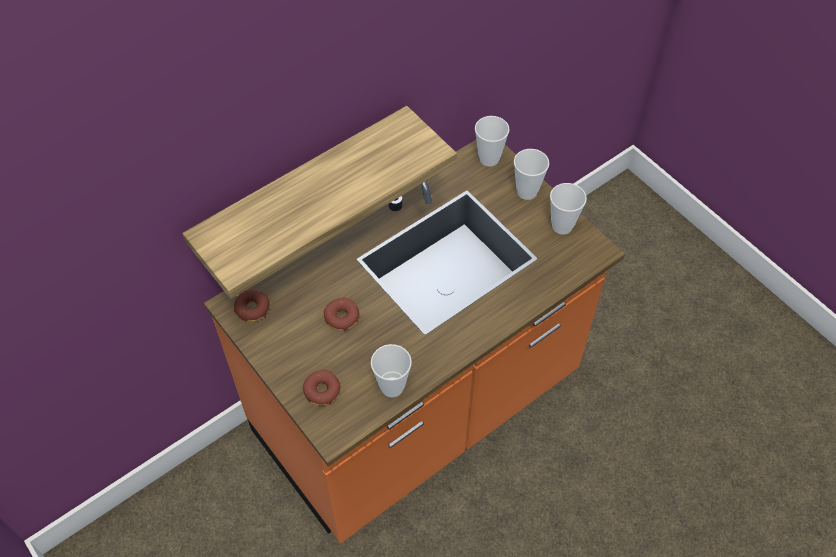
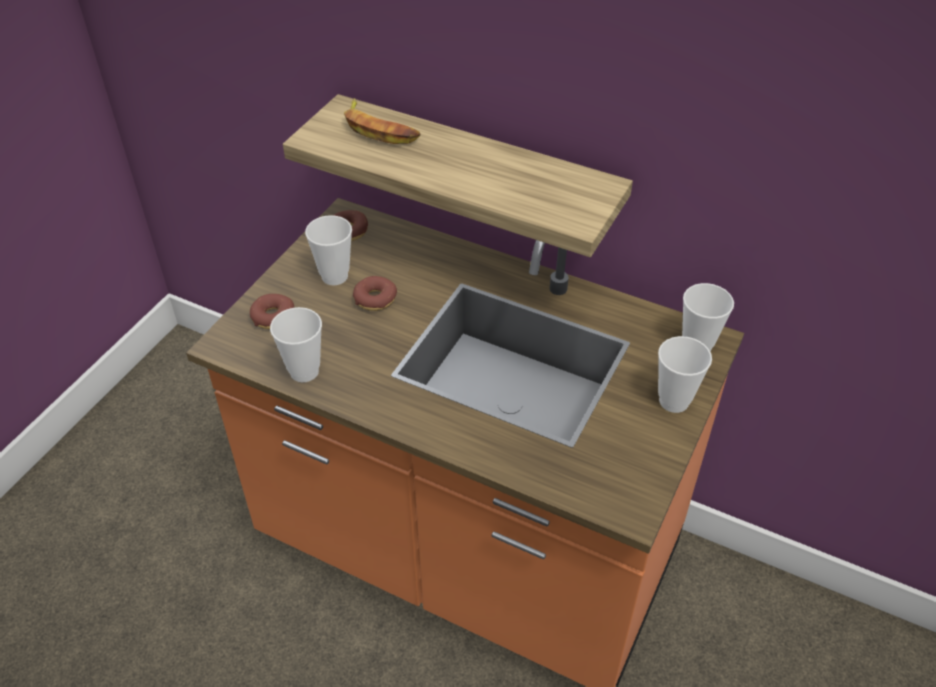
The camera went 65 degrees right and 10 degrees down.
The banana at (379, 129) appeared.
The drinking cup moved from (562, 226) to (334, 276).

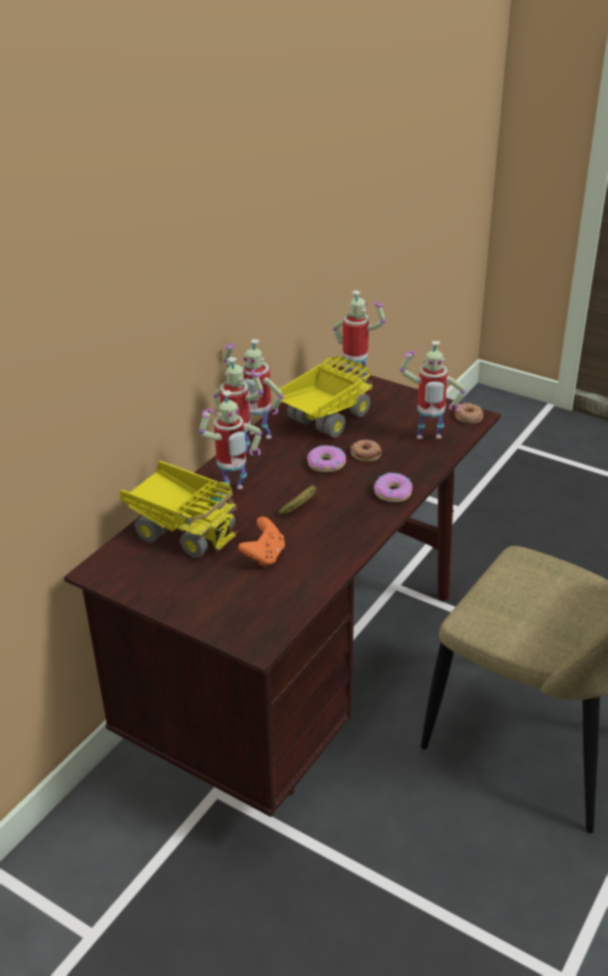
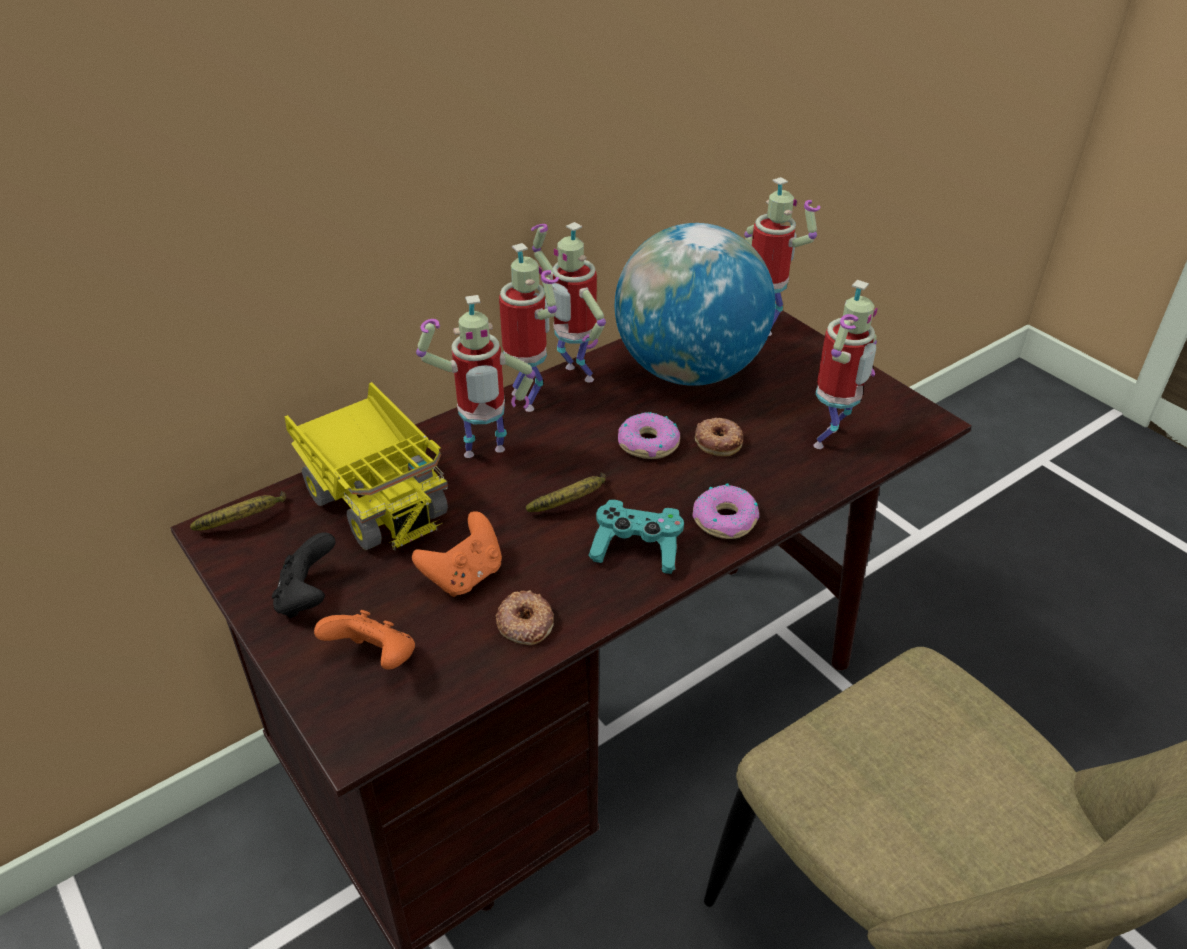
The camera went 20 degrees right and 5 degrees up.
The banana at (245, 521) appeared.
The game controller in blackish at (308, 597) appeared.
The game controller in orangey at (375, 659) appeared.
The game controller in turquoise at (637, 549) appeared.
The doughnut moved from (468, 416) to (524, 623).
The toy truck at (326, 419) was replaced by the globe at (689, 371).
The toy robot at (428, 439) turned 75 degrees counterclockwise.

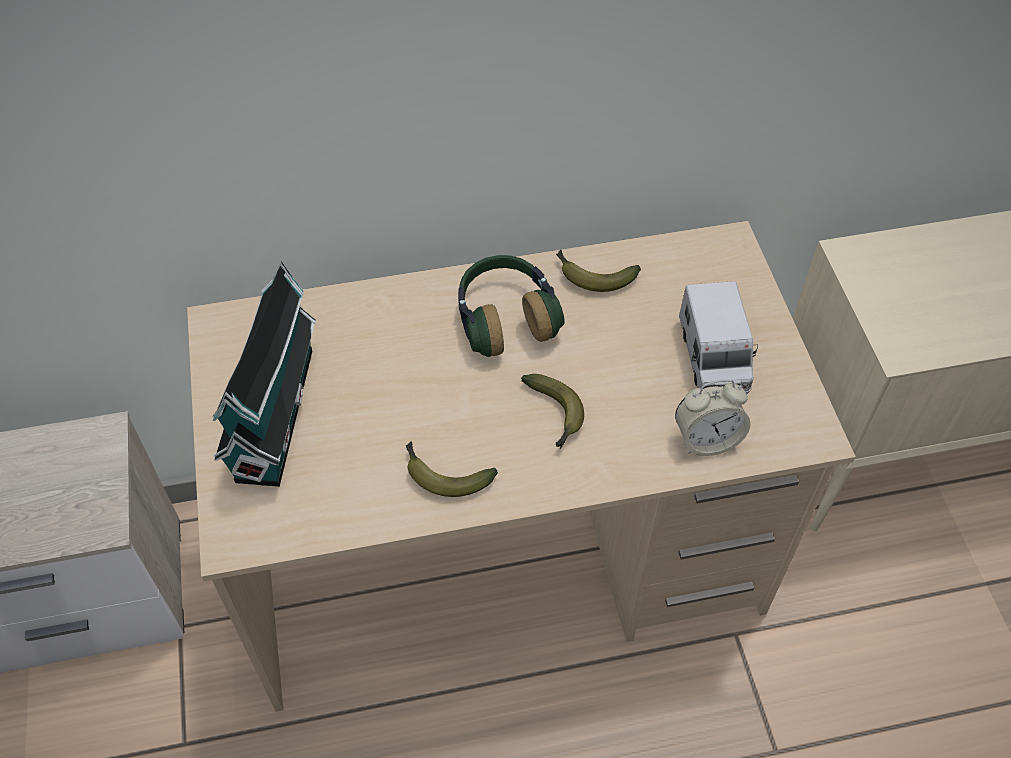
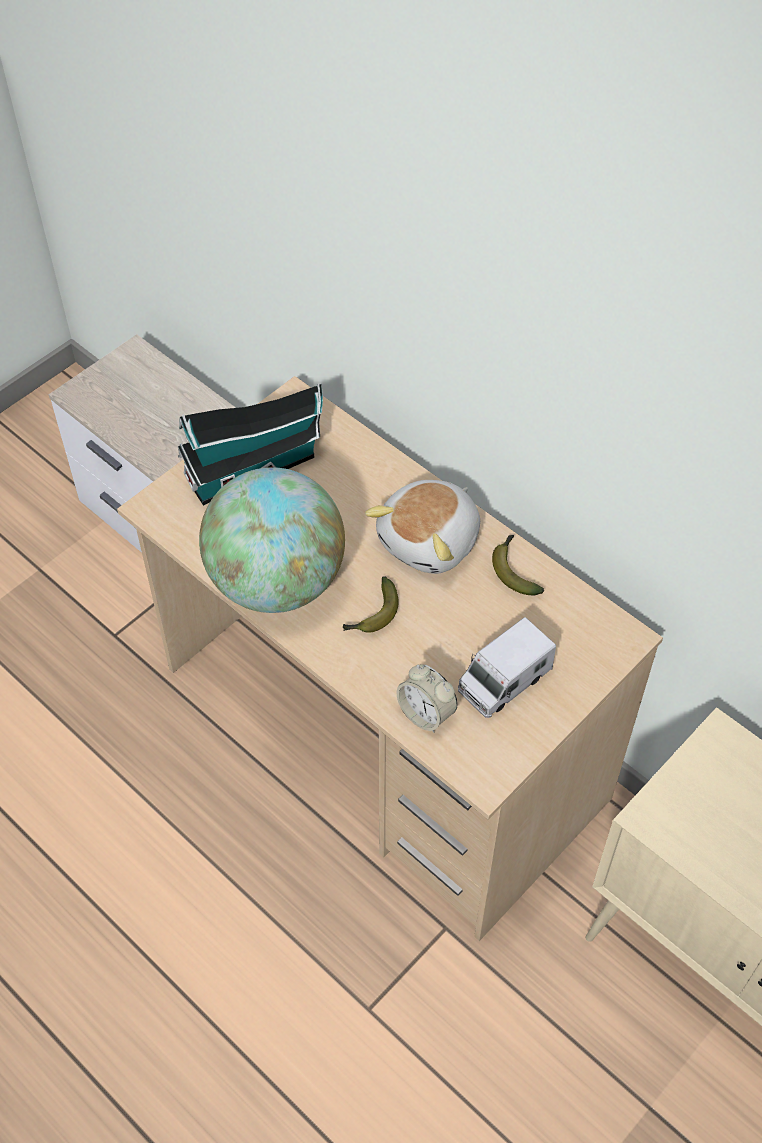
The camera went 55 degrees right and 0 degrees up.
The banana at (443, 475) was replaced by the globe at (276, 582).
The pair of headphones at (505, 318) was replaced by the plush toy at (431, 541).

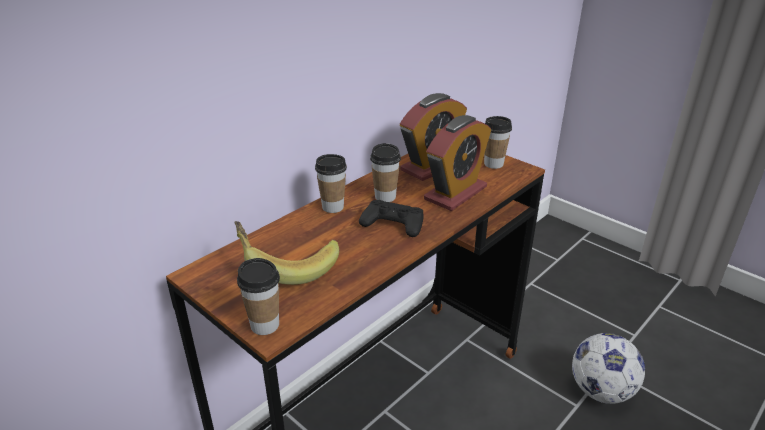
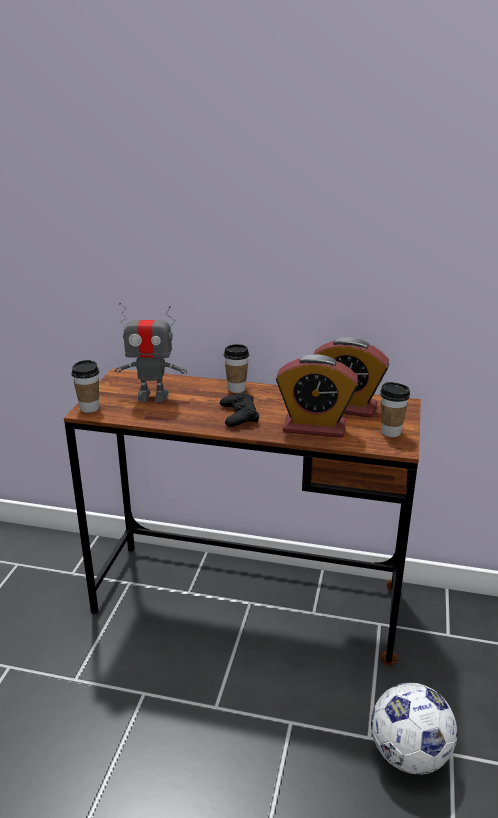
The camera went 60 degrees right and 5 degrees down.
The drinking cup at (385, 197) disappeared.
The banana at (287, 265) was replaced by the toy robot at (152, 396).

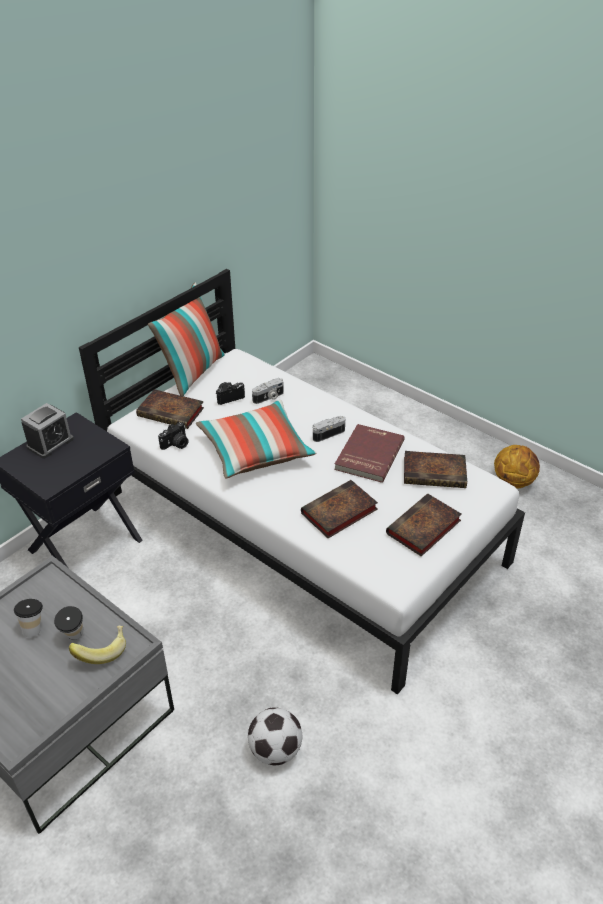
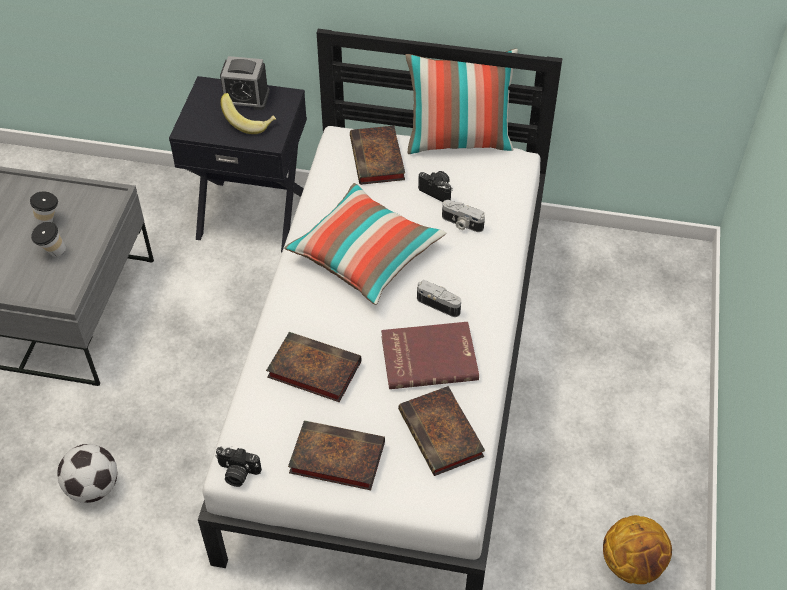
The camera went 60 degrees right and 10 degrees up.
The banana moved from (102, 651) to (249, 122).
The photo camera moved from (176, 444) to (237, 473).

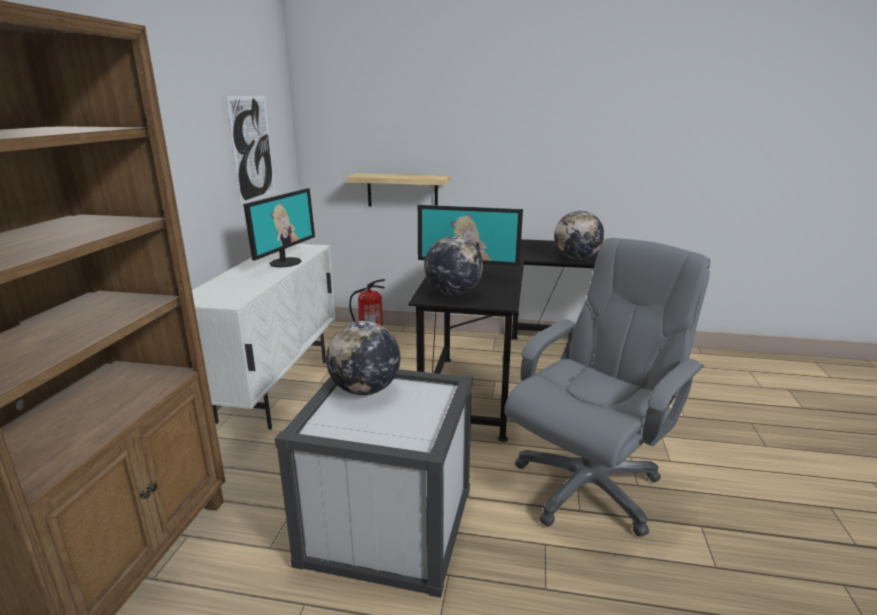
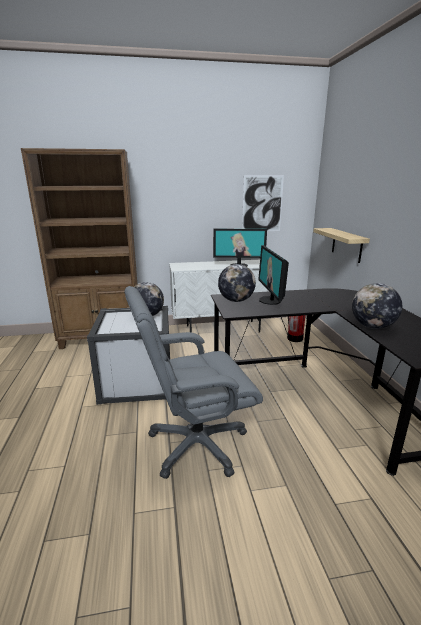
The camera went 70 degrees right and 0 degrees up.
The computer chair in greyish at (588, 485) turned 135 degrees clockwise.

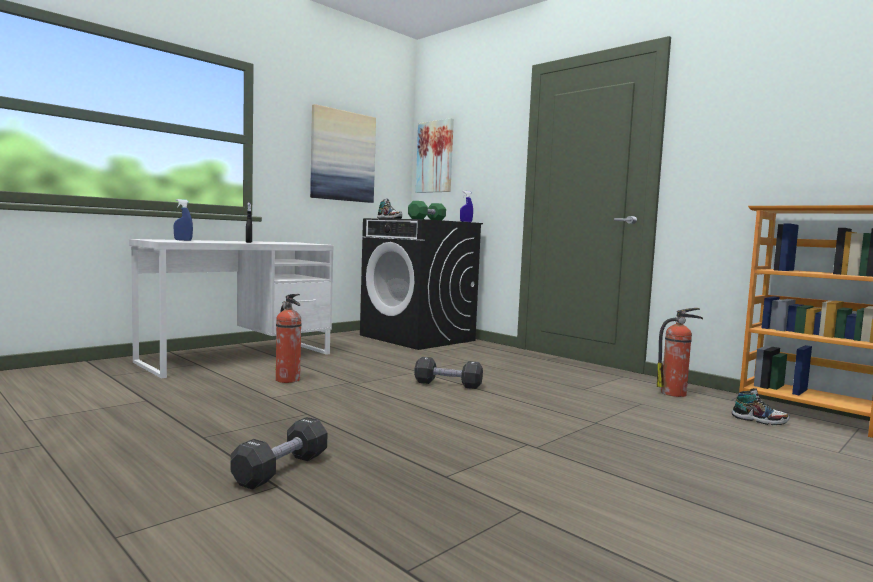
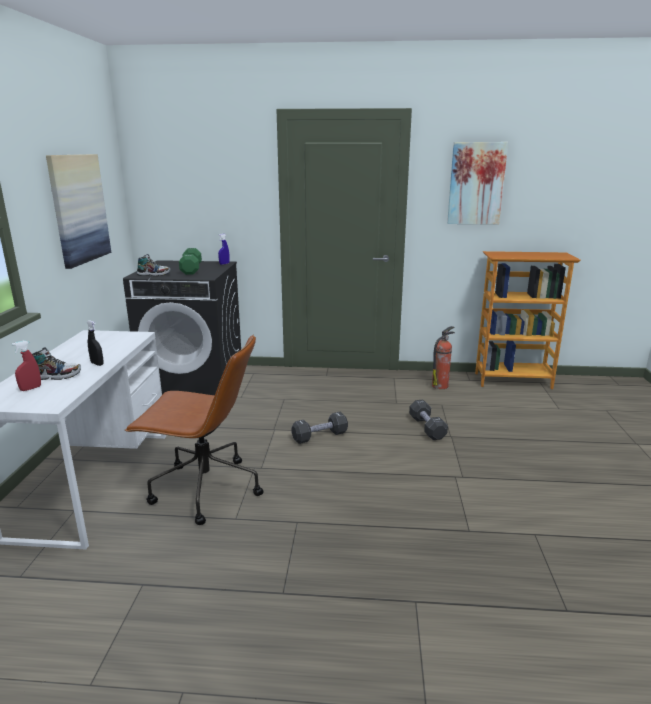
The camera went 40 degrees left and 15 degrees up.
The dumbbell in blackish moved from (281, 469) to (427, 428).
The wall picture moved from (435, 157) to (476, 183).
The shoe moved from (759, 420) to (56, 376).
The fire extinguisher at (288, 380) was replaced by the computer chair in brown-coloured at (204, 489).
The sprayer in blue at (183, 240) became the sprayer in red at (30, 388).

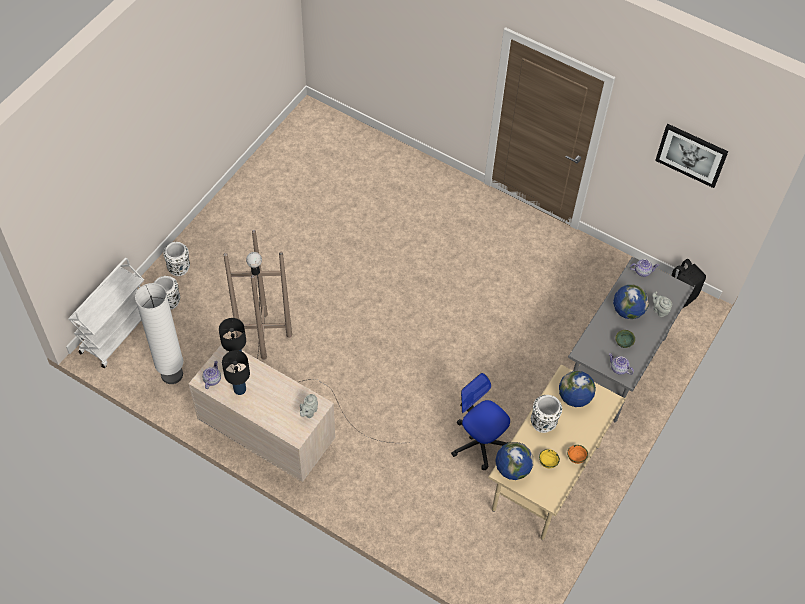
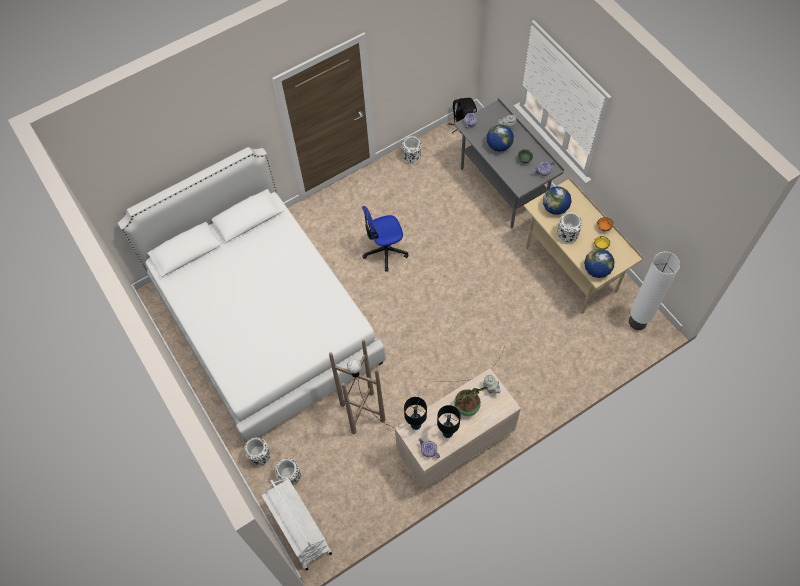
The camera went 60 degrees left and 5 degrees up.
The wall picture at (691, 155) disappeared.
The bed in whitish at (265, 322) appeared.
The vase in whitish at (412, 157) appeared.
The houseplant at (467, 407) appeared.
The floor lamp in whitish moved from (172, 375) to (637, 322).
The computer chair moved from (479, 442) to (385, 251).

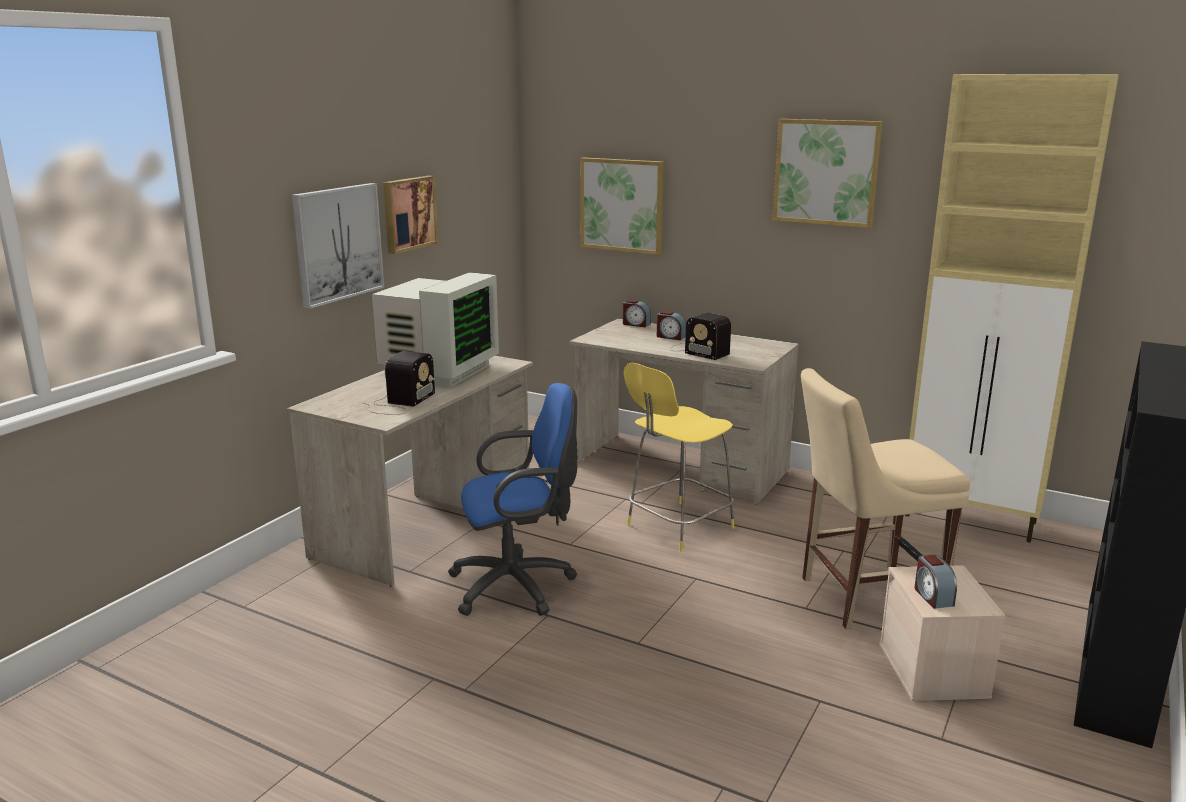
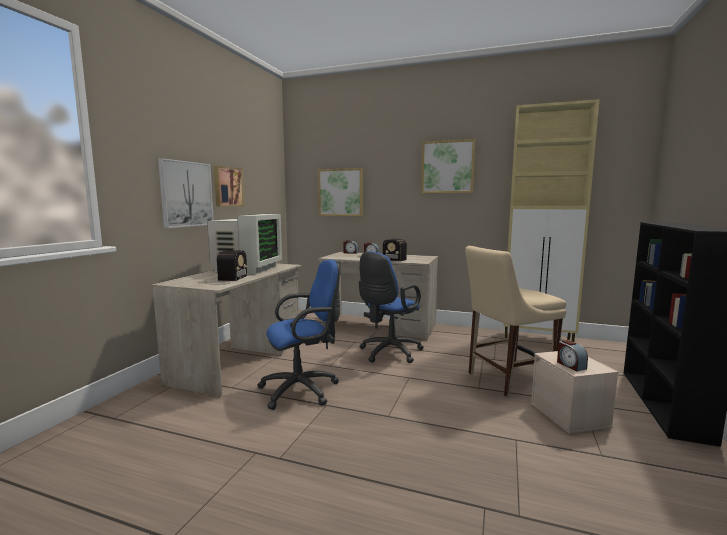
The camera went 10 degrees left and 10 degrees down.
The stool seat in yellow-coloured at (677, 527) was replaced by the computer chair in blue at (388, 353).

